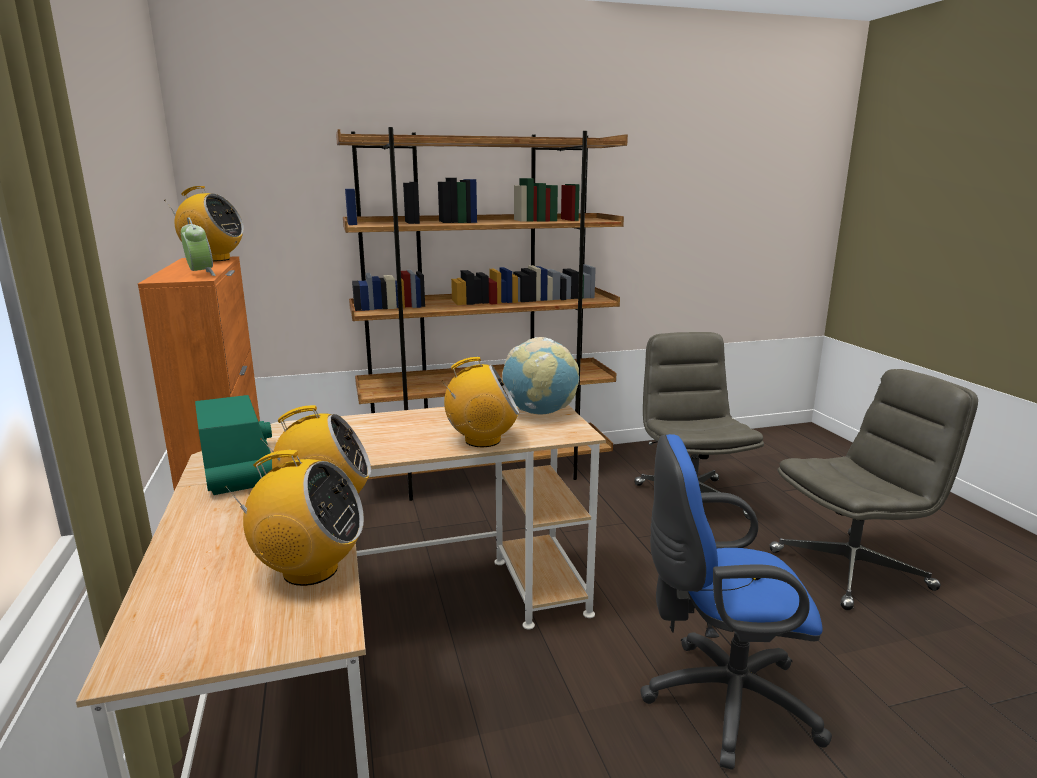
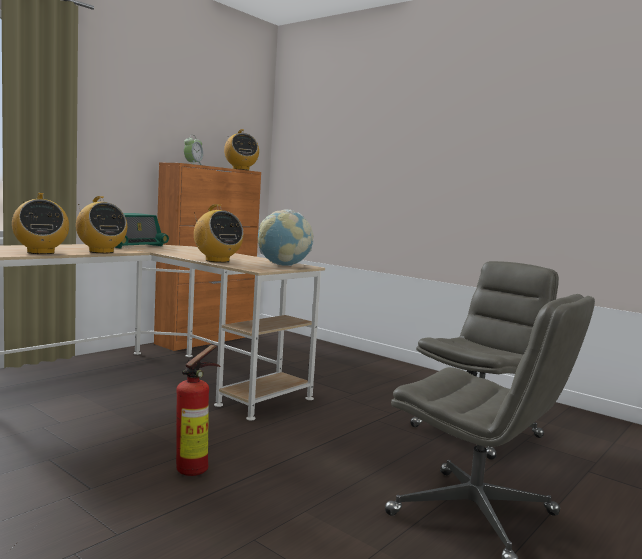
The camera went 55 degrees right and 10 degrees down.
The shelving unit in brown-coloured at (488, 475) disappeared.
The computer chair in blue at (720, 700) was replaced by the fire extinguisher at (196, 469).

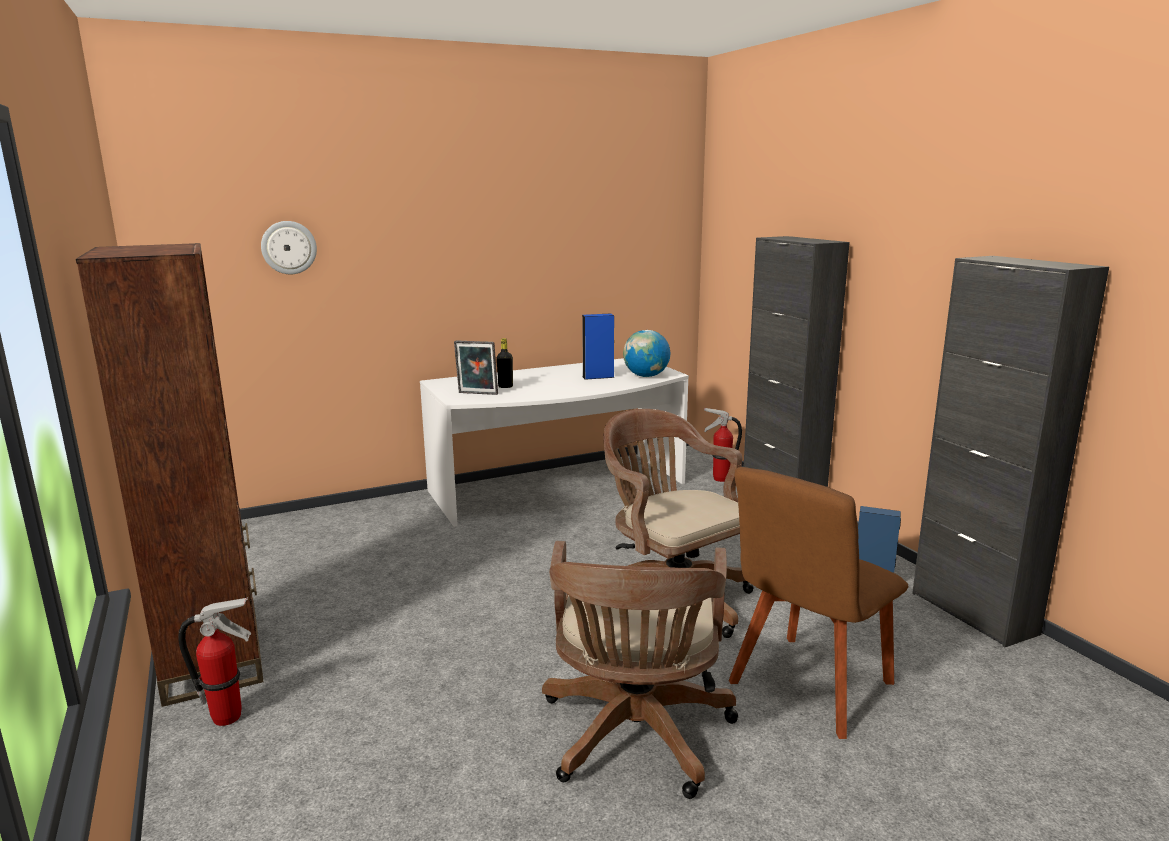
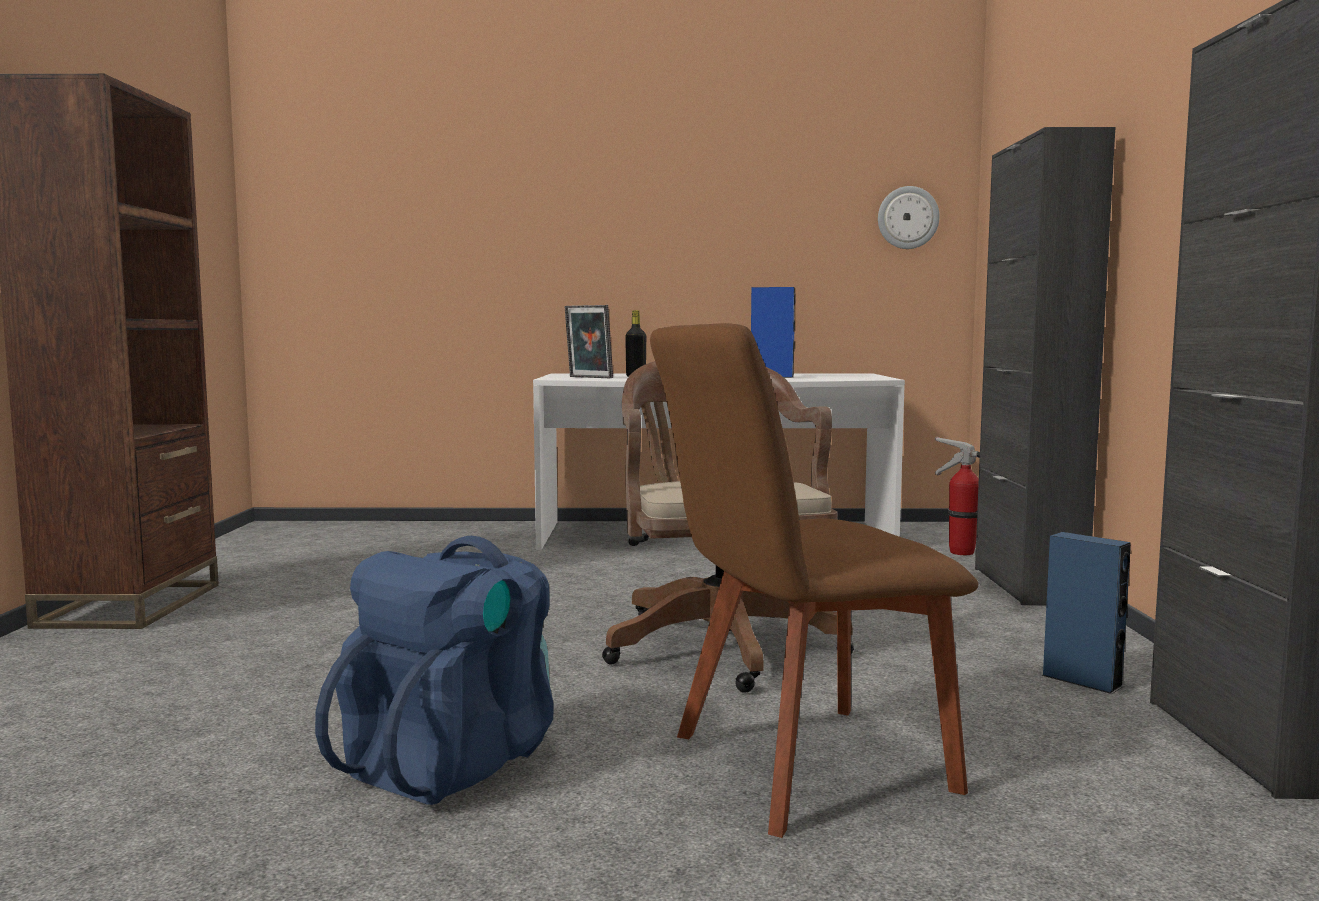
The camera went 25 degrees right and 10 degrees down.
The fire extinguisher at (228, 717) disappeared.
The globe at (646, 376) disappeared.
The wall clock moved from (289, 247) to (908, 218).
The computer chair in brown-coloured at (635, 739) was replaced by the rucksack in blue at (453, 760).

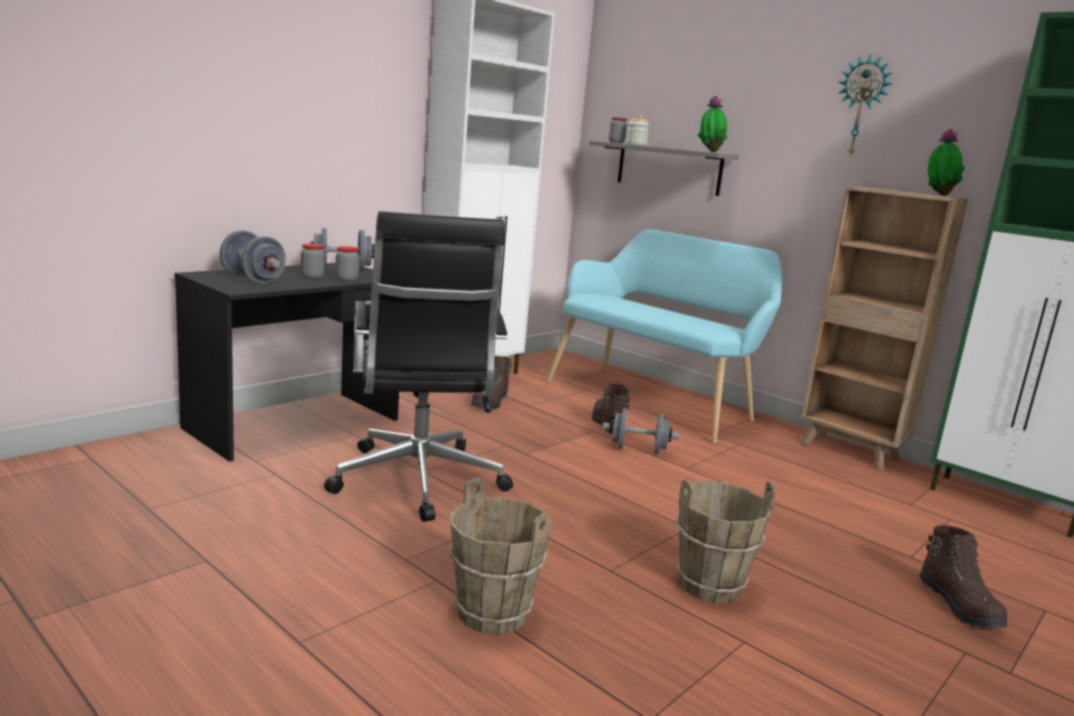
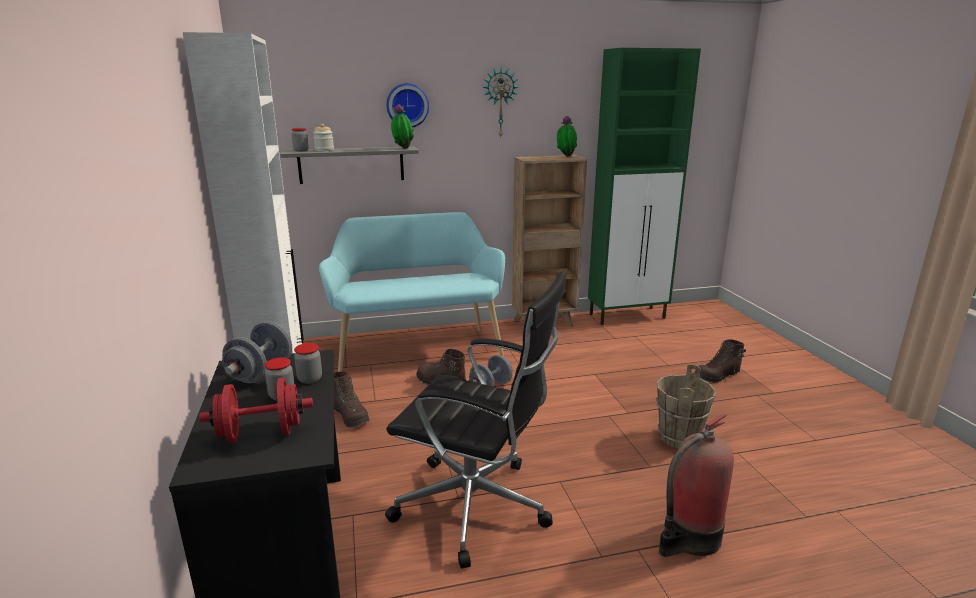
The camera went 55 degrees left and 5 degrees up.
The wall clock at (407, 105) appeared.
The water bucket in brown-coloured at (492, 614) was replaced by the fire extinguisher at (689, 538).
The dumbbell in greyish at (253, 279) became the dumbbell in red at (261, 434).
The tall boot in brown-coloured at (960, 606) turned 135 degrees clockwise.

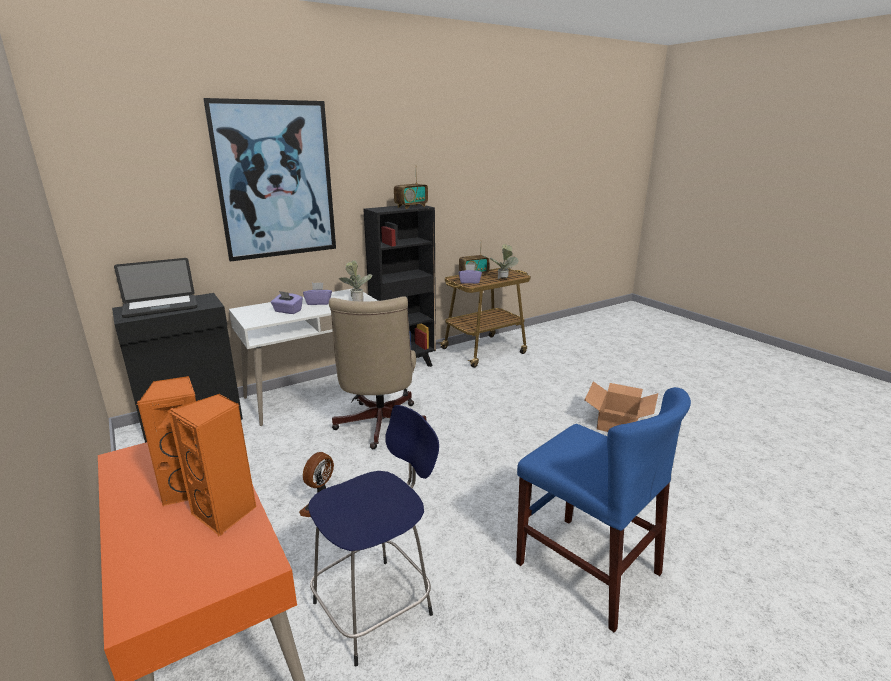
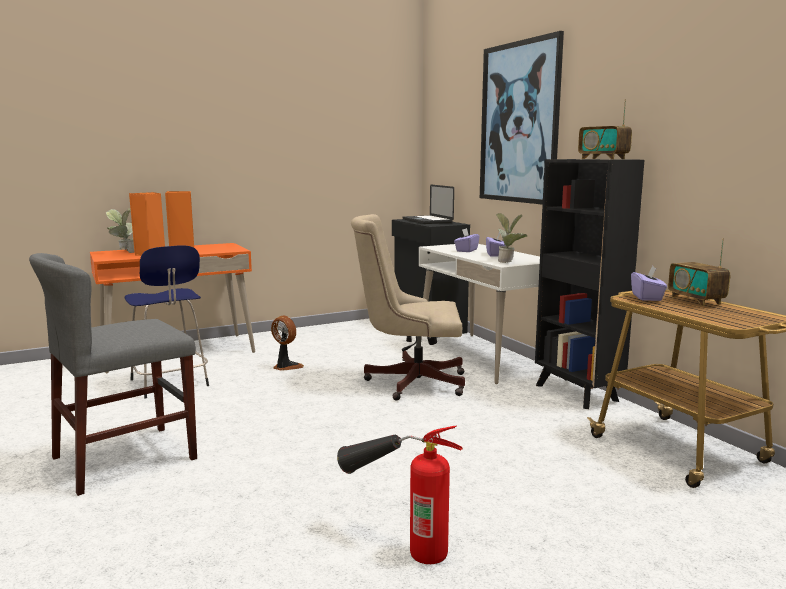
The camera went 95 degrees right and 10 degrees down.
The houseplant moved from (503, 280) to (123, 252).
The carton at (618, 422) was replaced by the fire extinguisher at (397, 542).
The chair in blue at (587, 568) became the chair in greyish at (125, 458).

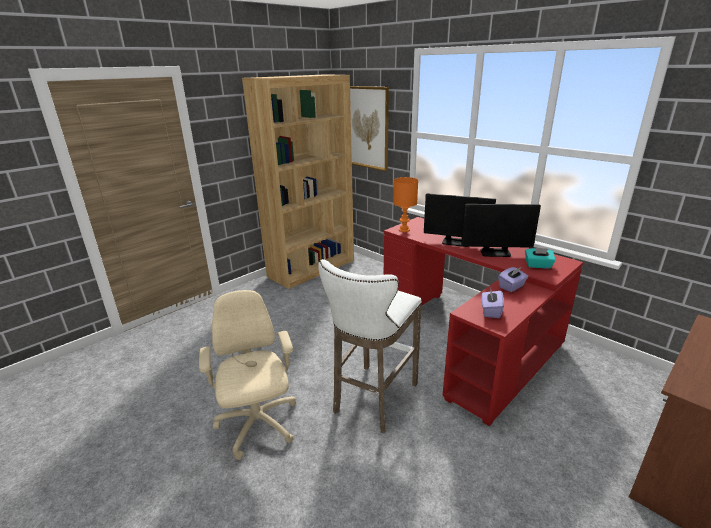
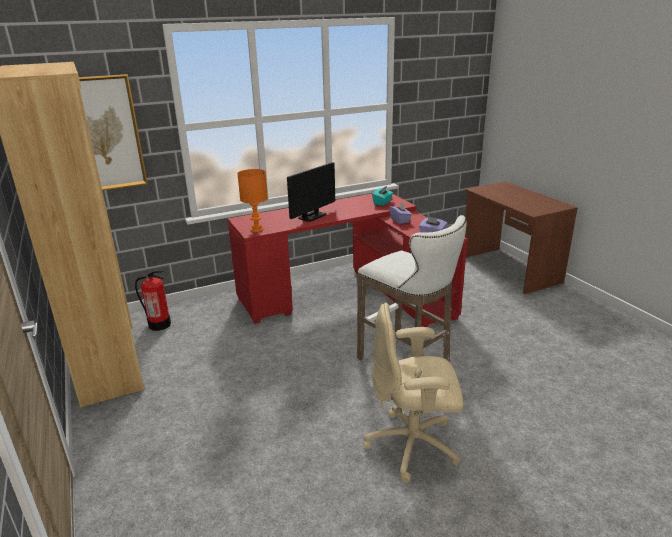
The camera went 70 degrees left and 0 degrees up.
The computer display at (495, 253) disappeared.
The fire extinguisher at (159, 325) appeared.

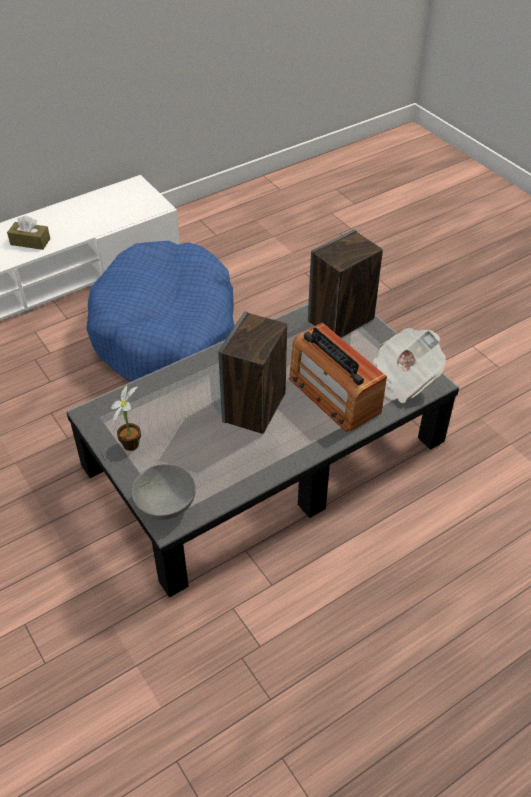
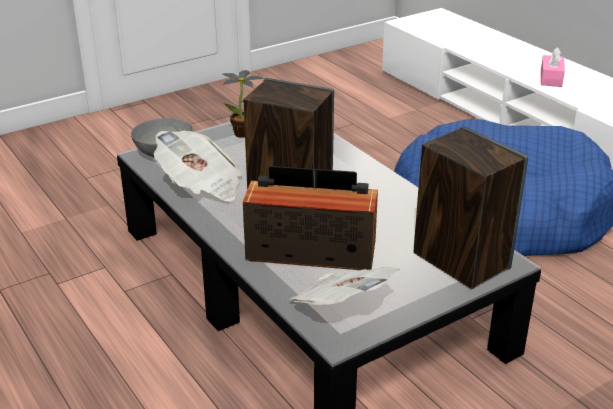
The camera went 90 degrees right and 15 degrees down.
The daily paper at (201, 186) appeared.
The tissue holder in brown-coloured at (30, 242) became the tissue holder in pink-coloured at (551, 78).
The radio receiver at (333, 394) turned 45 degrees clockwise.

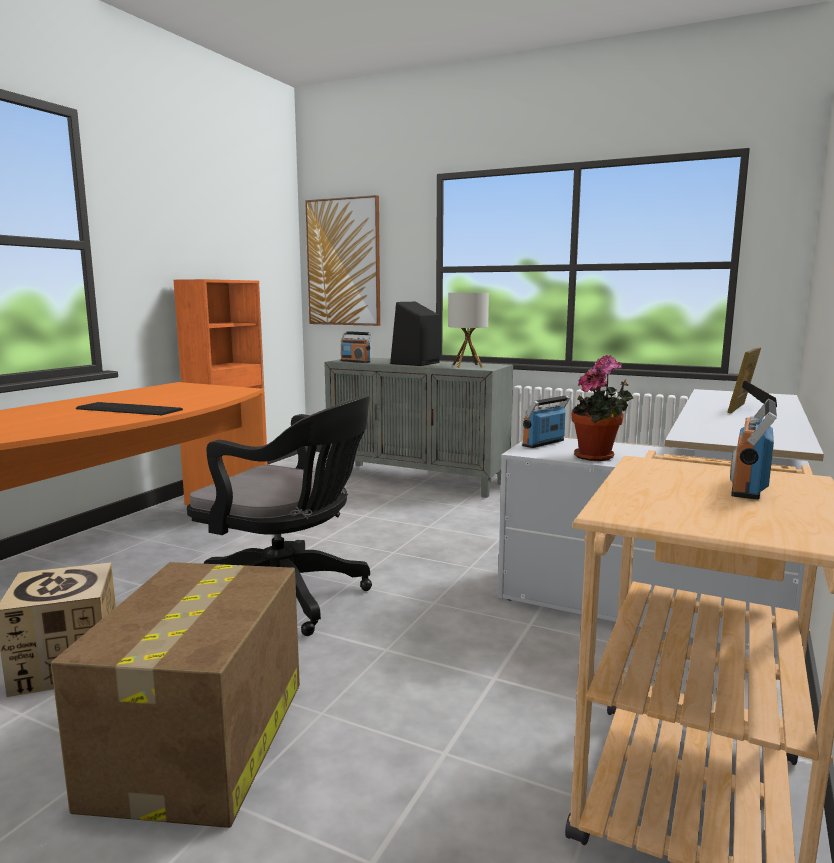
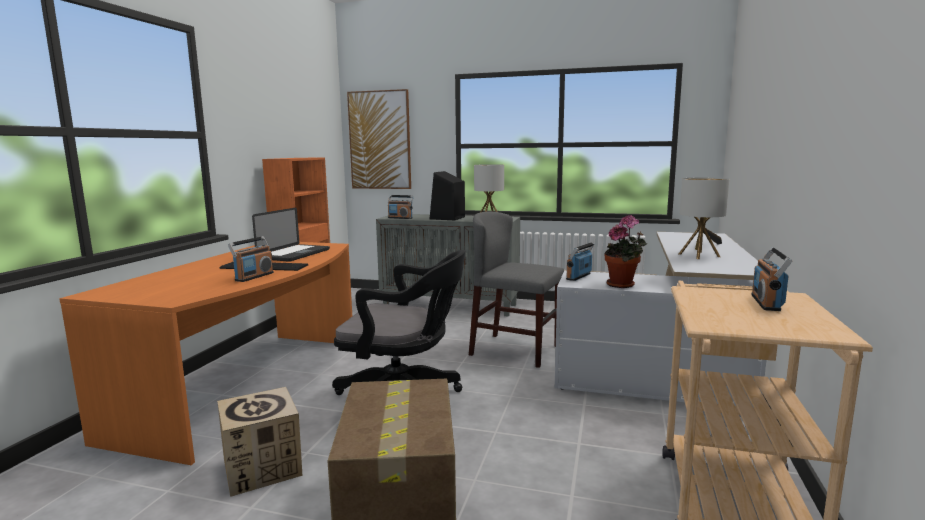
The camera went 10 degrees left and 0 degrees up.
The radio receiver at (254, 277) appeared.
The notebook computer at (294, 254) appeared.
The chair in greyish at (515, 350) appeared.
The tabletop lamp at (698, 255) appeared.

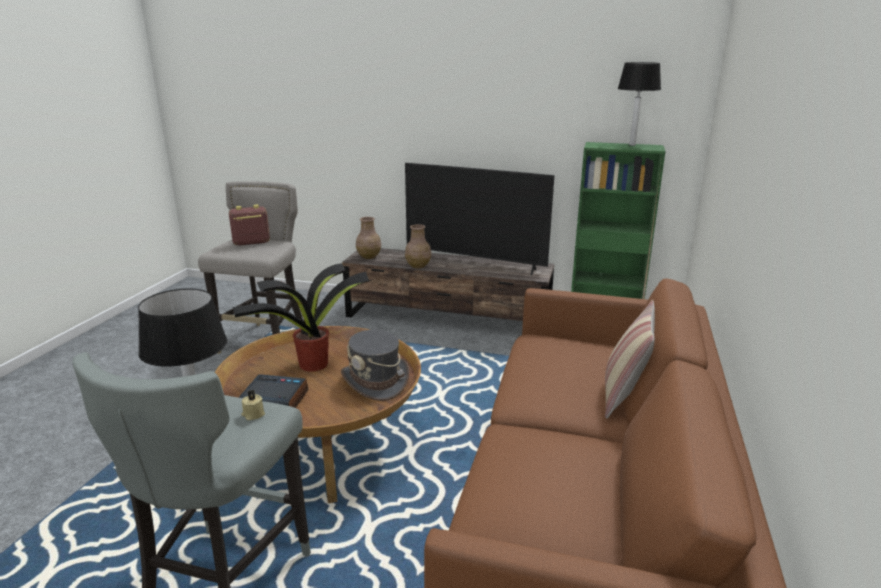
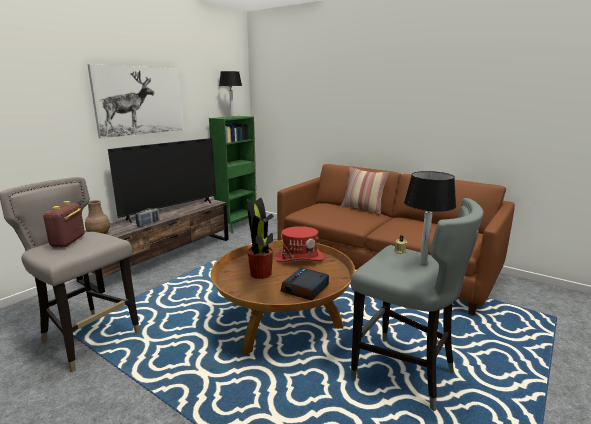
The camera went 70 degrees left and 5 degrees down.
The wall picture at (139, 101) appeared.
The vase in brown-coloured at (418, 266) was replaced by the radio receiver at (148, 224).
The wearable hat in greyish at (375, 381) became the wearable hat in red at (300, 258).

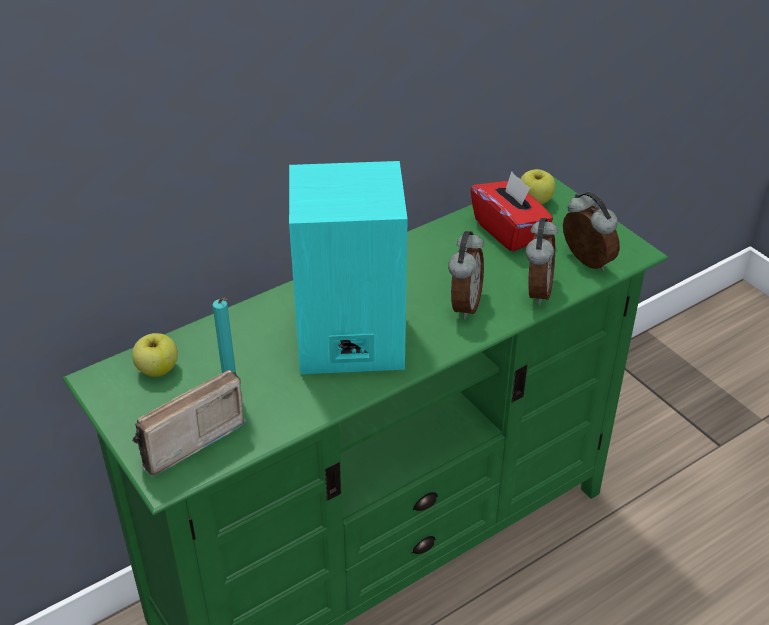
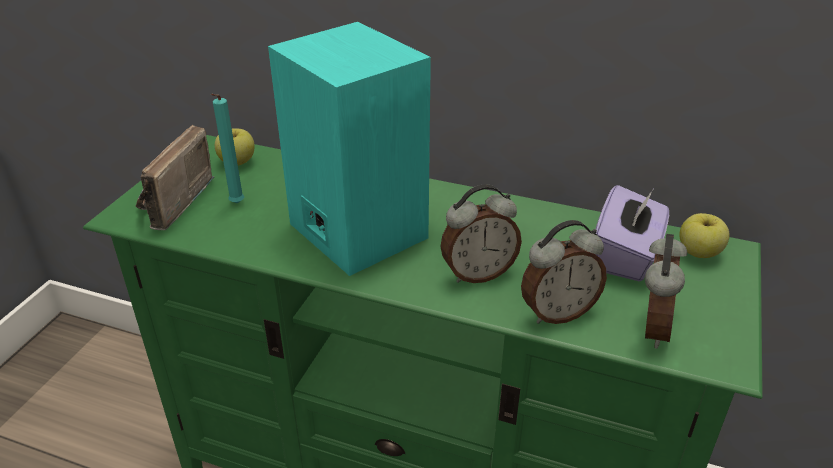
The camera went 55 degrees right and 5 degrees down.
The tissue holder in red at (509, 231) became the tissue holder in purplish at (626, 256).
The radio receiver at (183, 439) turned 90 degrees counterclockwise.

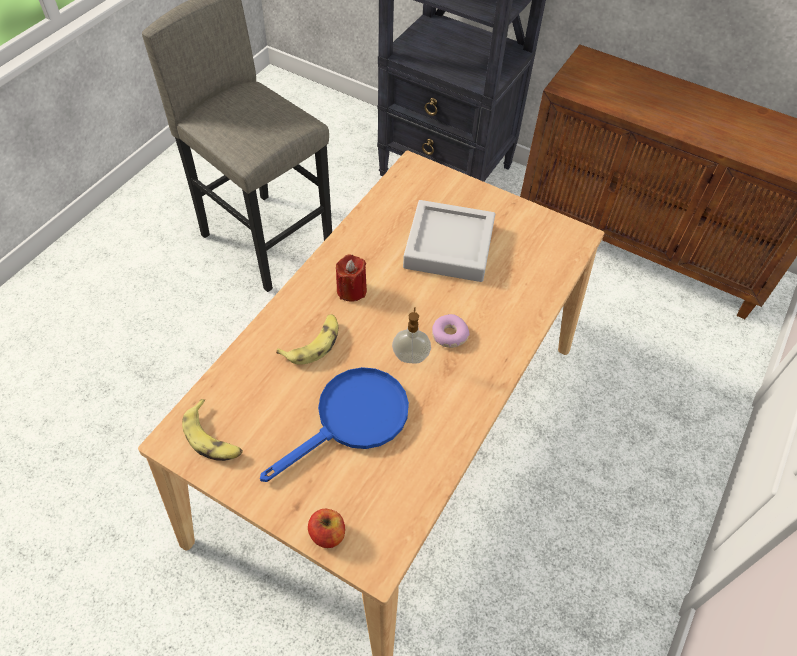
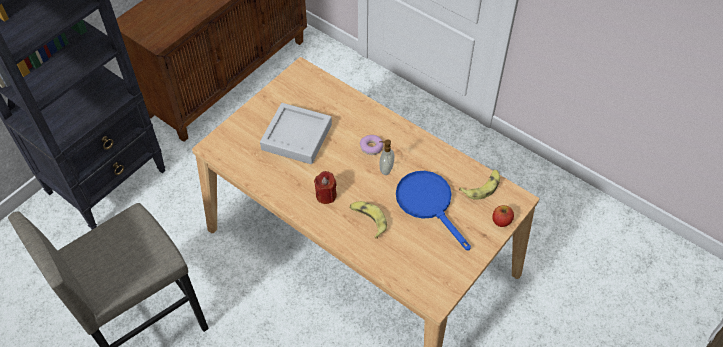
The camera went 80 degrees left and 0 degrees up.
The banana moved from (213, 438) to (482, 187).

